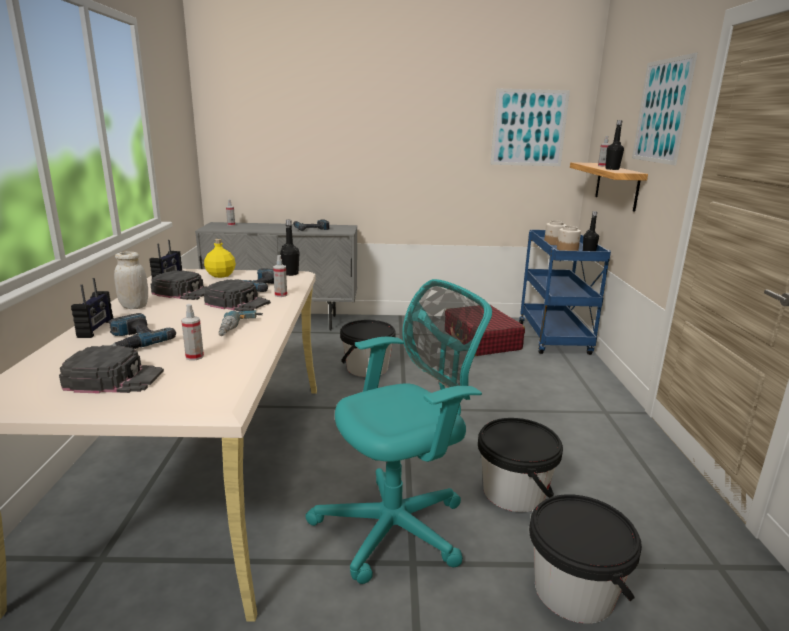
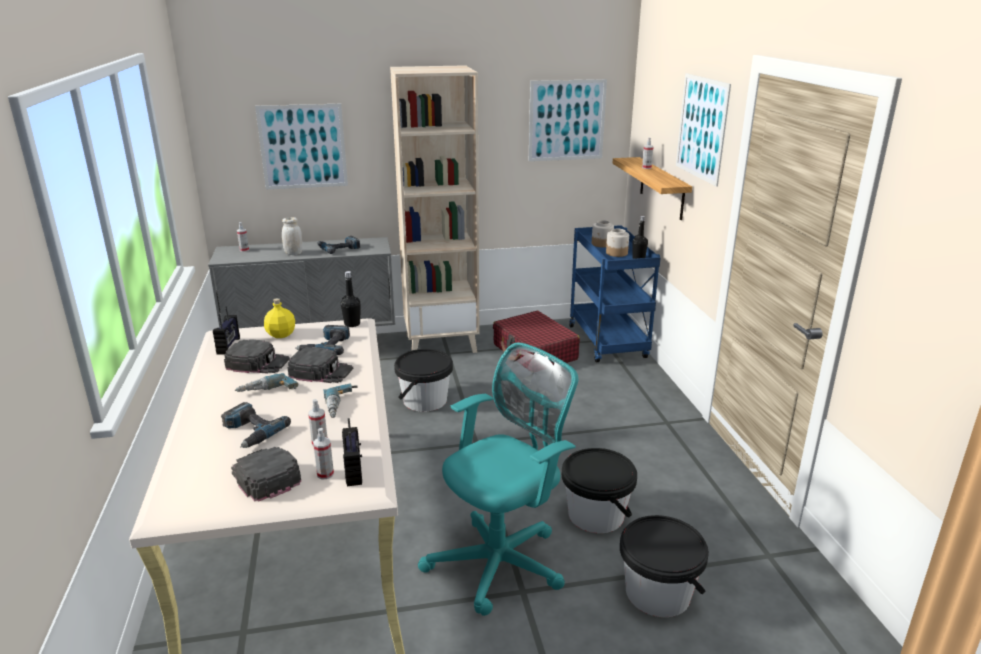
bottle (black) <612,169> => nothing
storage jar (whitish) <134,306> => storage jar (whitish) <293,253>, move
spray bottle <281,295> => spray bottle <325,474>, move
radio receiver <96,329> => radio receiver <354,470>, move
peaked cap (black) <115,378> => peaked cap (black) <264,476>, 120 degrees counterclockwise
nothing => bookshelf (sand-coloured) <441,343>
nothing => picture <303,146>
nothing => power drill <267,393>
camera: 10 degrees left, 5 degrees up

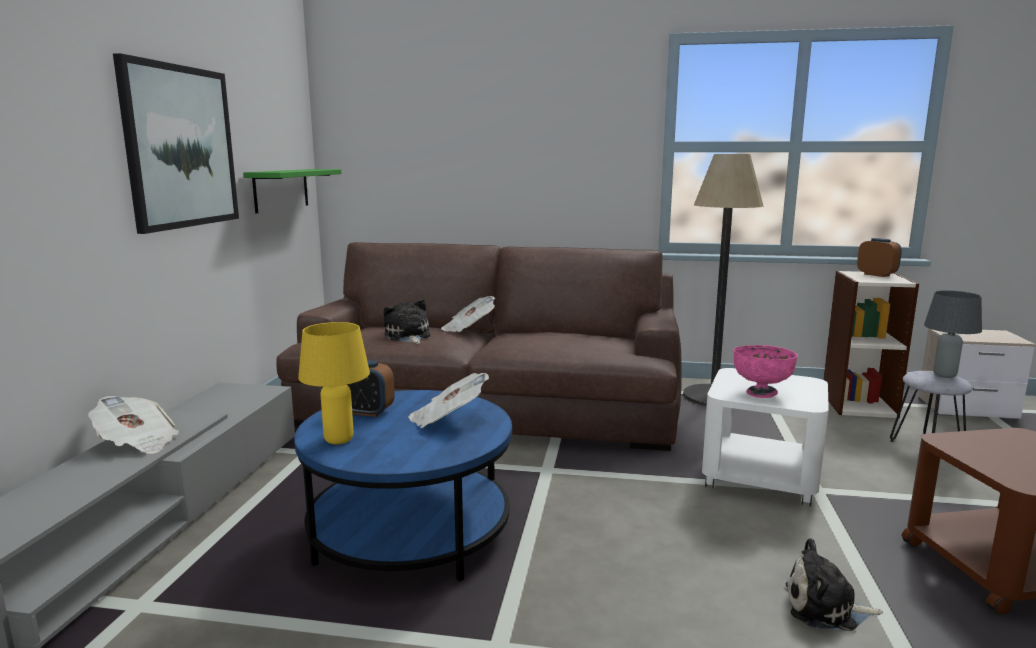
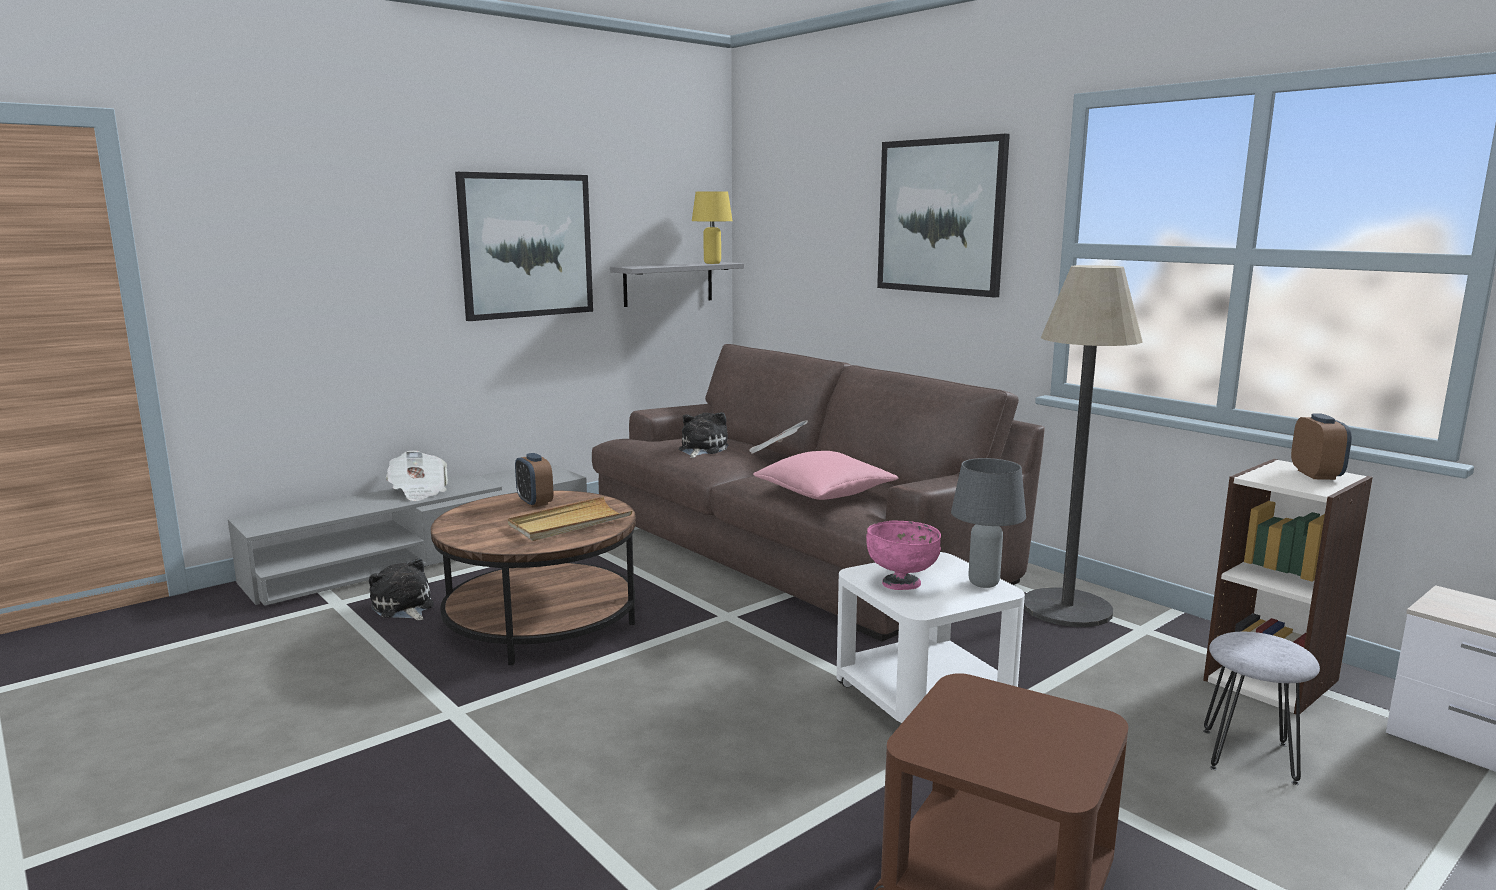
bracket shelf (green) <281,190> => bracket shelf (grey) <668,283>
table lamp (grey) <944,375> => table lamp (grey) <984,583>, move
table lamp (yellow) <338,440> => table lamp (yellow) <711,263>, move
newspaper <447,420> => carrying tray (sand-coloured) <569,523>
low table (bluish) <410,530> => low table (brown-coloured) <541,620>
plush toy <825,608> => plush toy <403,607>, move
nothing => picture <940,216>
nothing => cushion (pink) <824,493>
camera: 40 degrees right, 0 degrees up

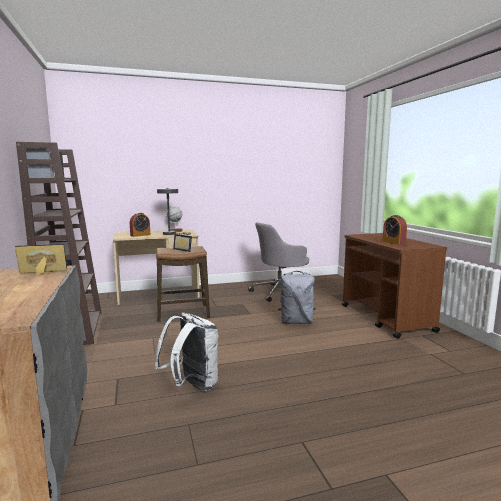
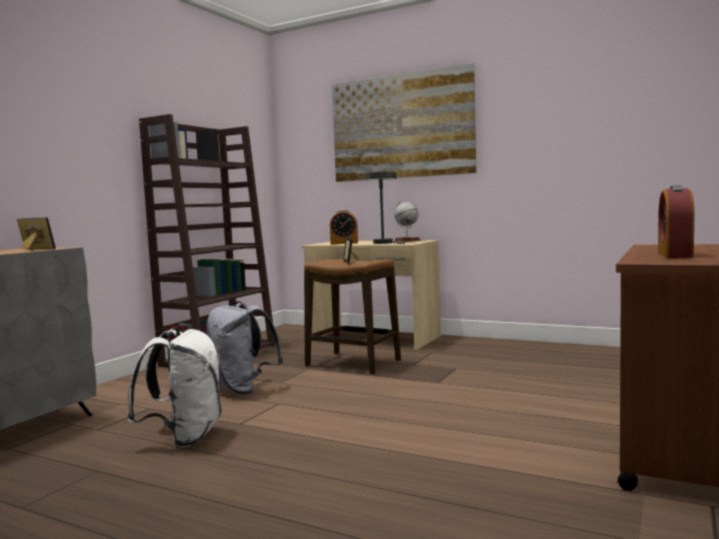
computer chair (grey) <280,293> => nothing
rucksack (grey) <296,322> => rucksack (grey) <243,389>, move
nothing => picture <401,126>
camera: 45 degrees right, 5 degrees down

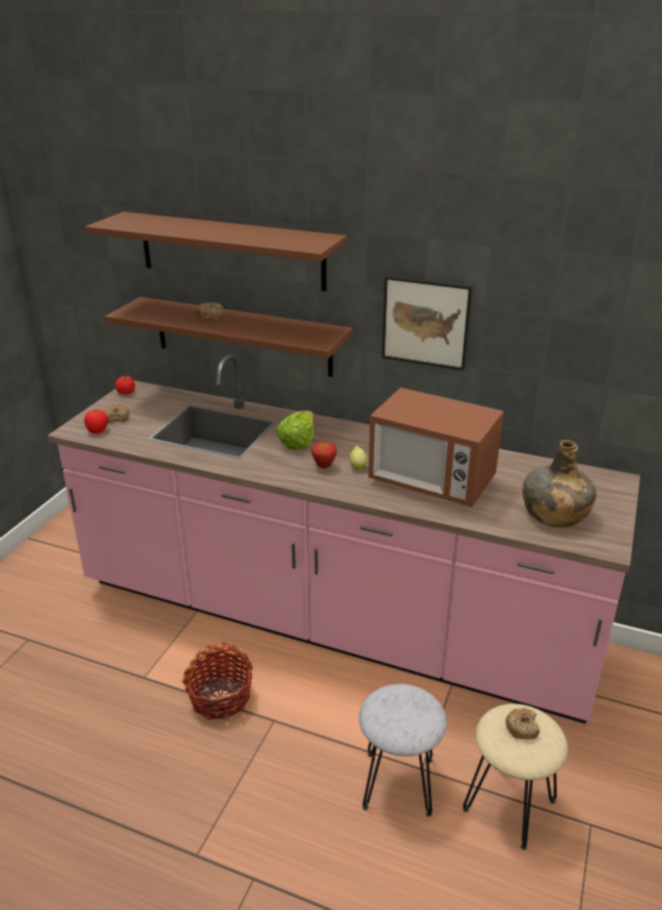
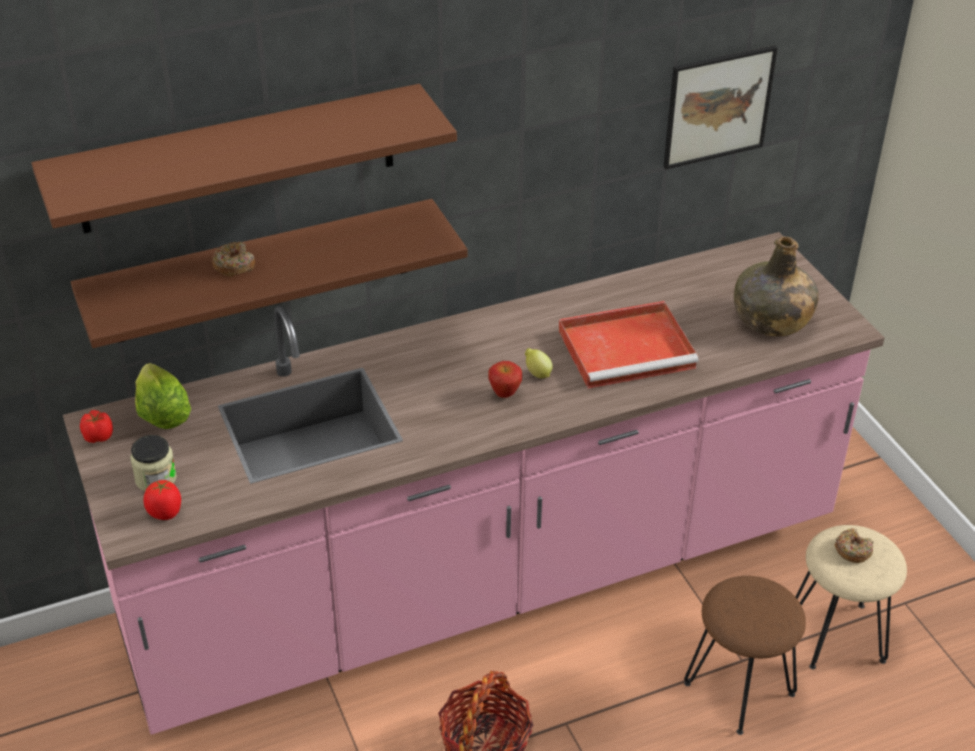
picture <425,322> => picture <718,106>, move
microwave oven <431,482> => carrying tray (red-coloured) <628,348>
doughnut <117,417> => storage jar <156,479>
head of lettuce <297,441> => head of lettuce <162,412>, move
sitting stool (grey) <398,783> => sitting stool (brown-coloured) <740,689>
camera: 45 degrees left, 10 degrees up

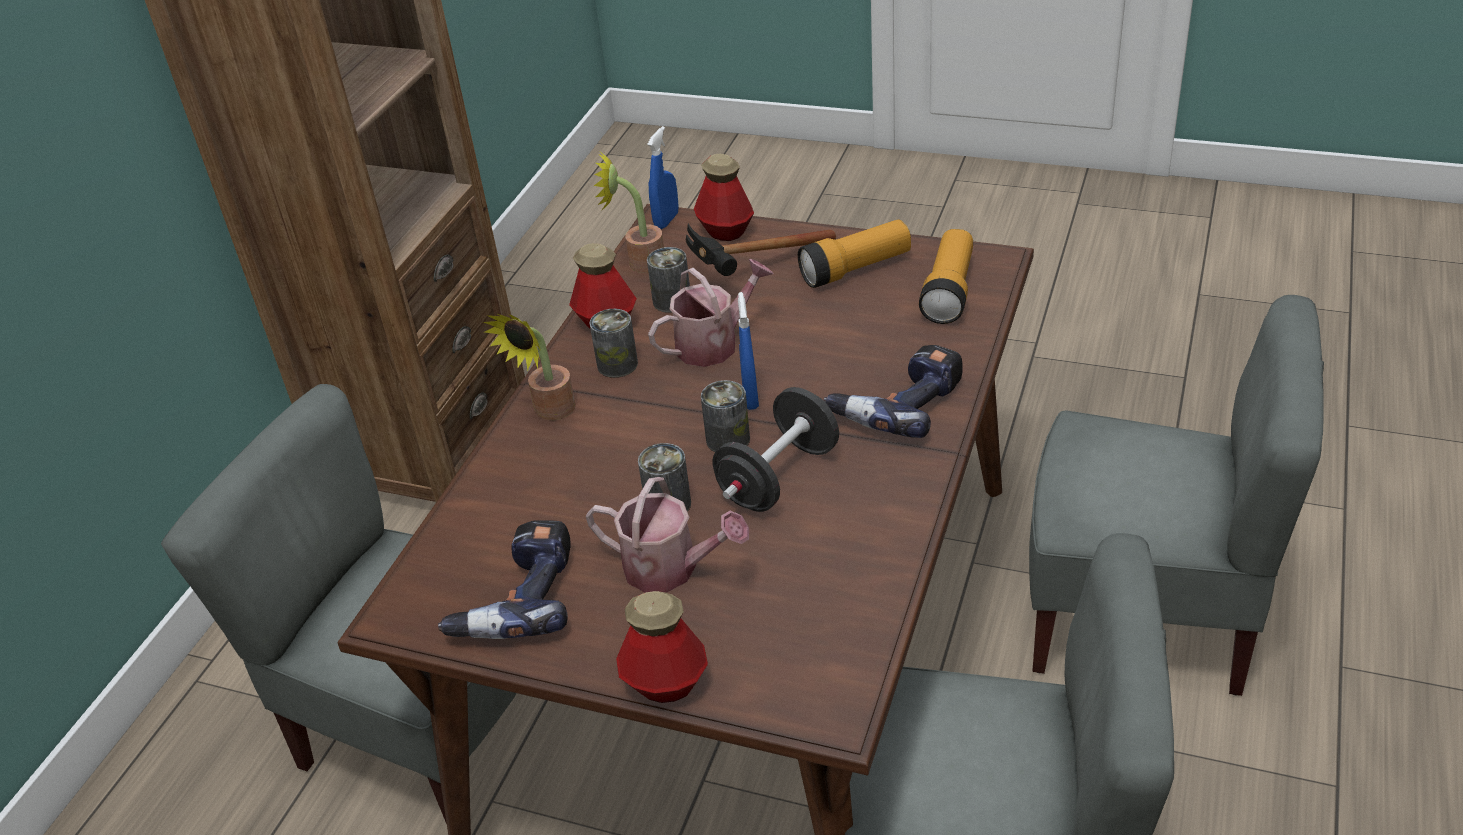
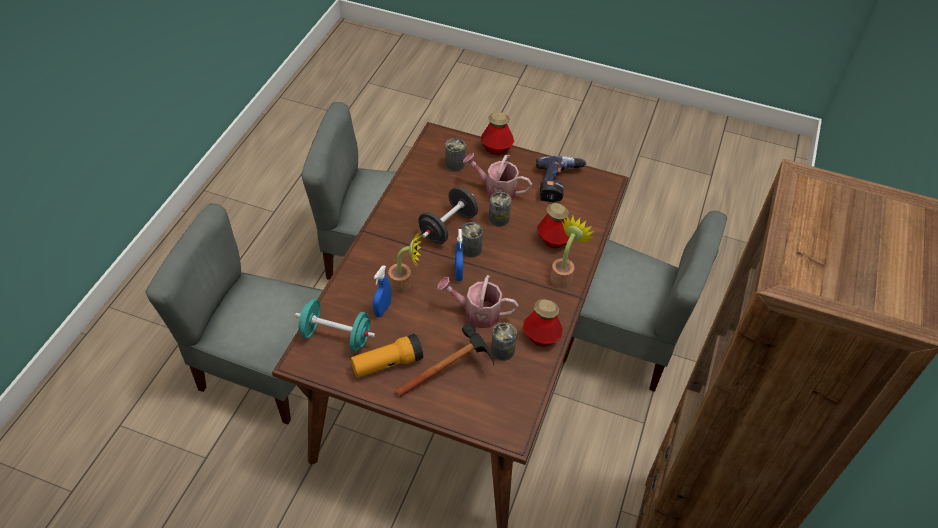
spray bottle (bluish) <666,220> => spray bottle (bluish) <382,309>, move
houseplant <639,262> => houseplant <404,285>, move
bottle <725,231> => bottle <553,240>, move
torch <949,291> => hand weight (turquoise) <336,336>
watering pot <714,343> => watering pot <477,313>, 45 degrees clockwise
can <617,364> => can <454,164>, move
power drill <898,404> => nothing
camera: 175 degrees right, 10 degrees up

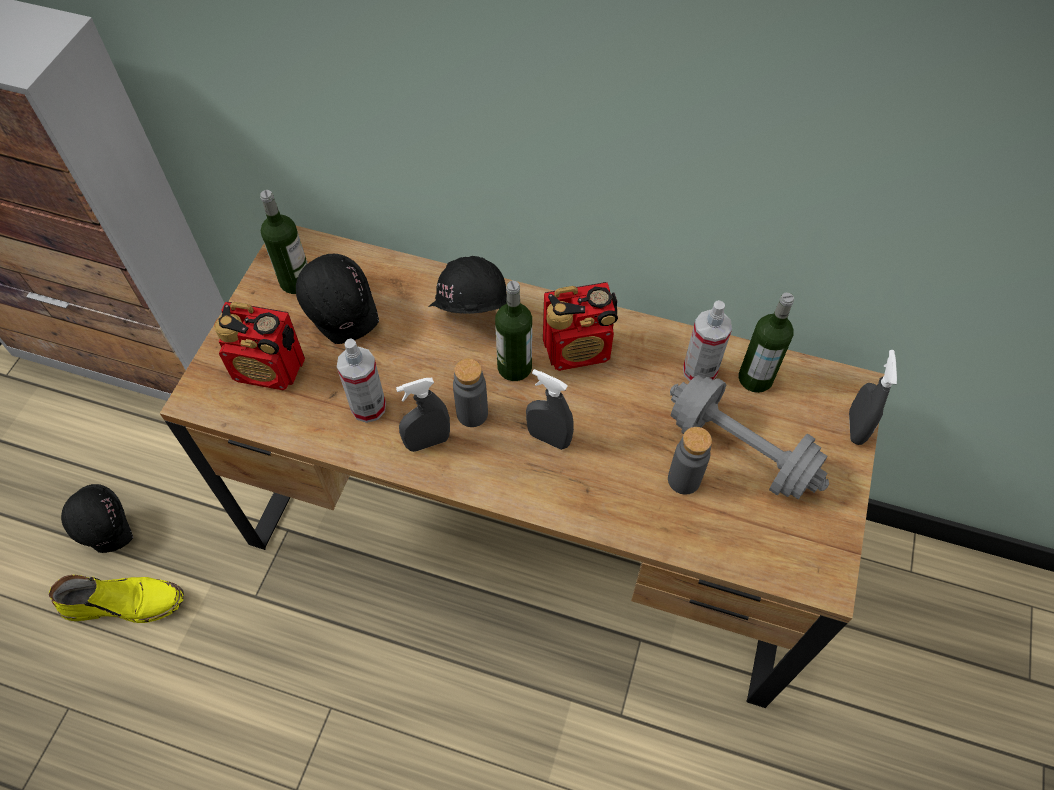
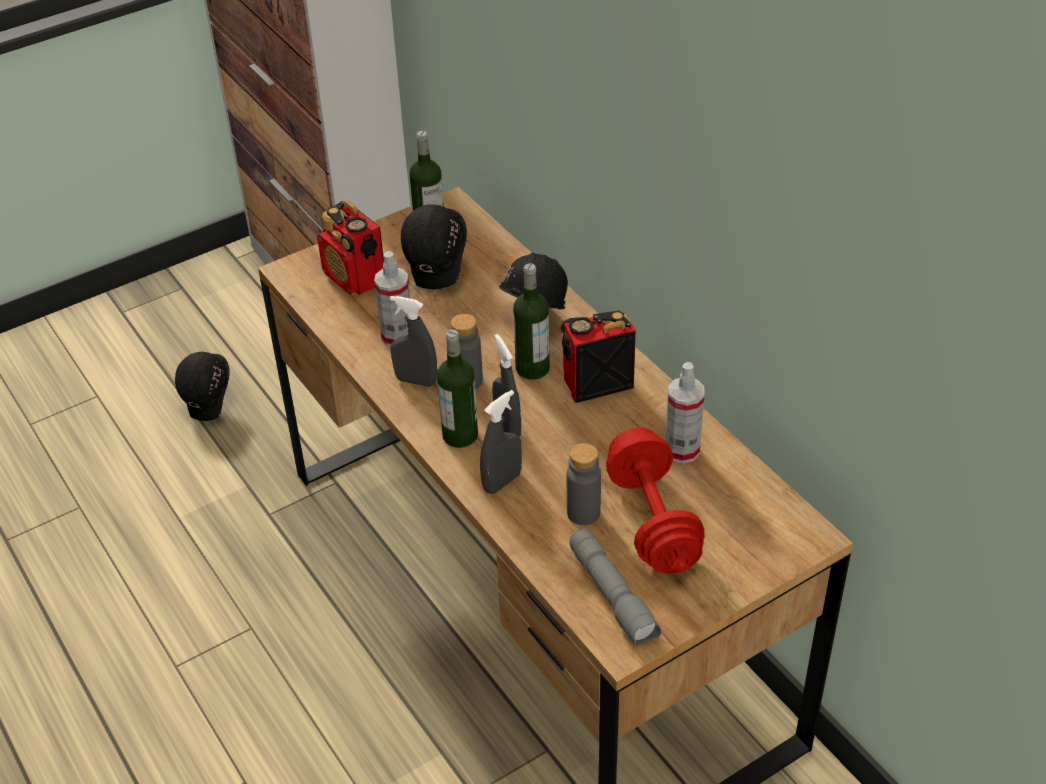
radio receiver <578,350> => radio receiver <596,383>, 135 degrees clockwise
bottle <755,378> => bottle <460,435>, move
spray bottle (grey) <855,427> => spray bottle (grey) <502,482>, move
hand weight (grey) <740,451> => hand weight (red-coloured) <652,521>
tall boot (yellow) <125,602> => nothing
nothing => torch (grey) <614,596>
camera: 40 degrees right, 15 degrees down

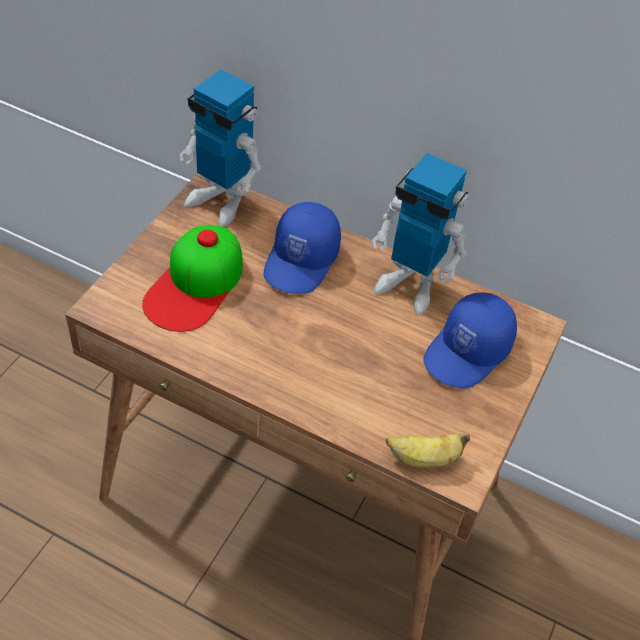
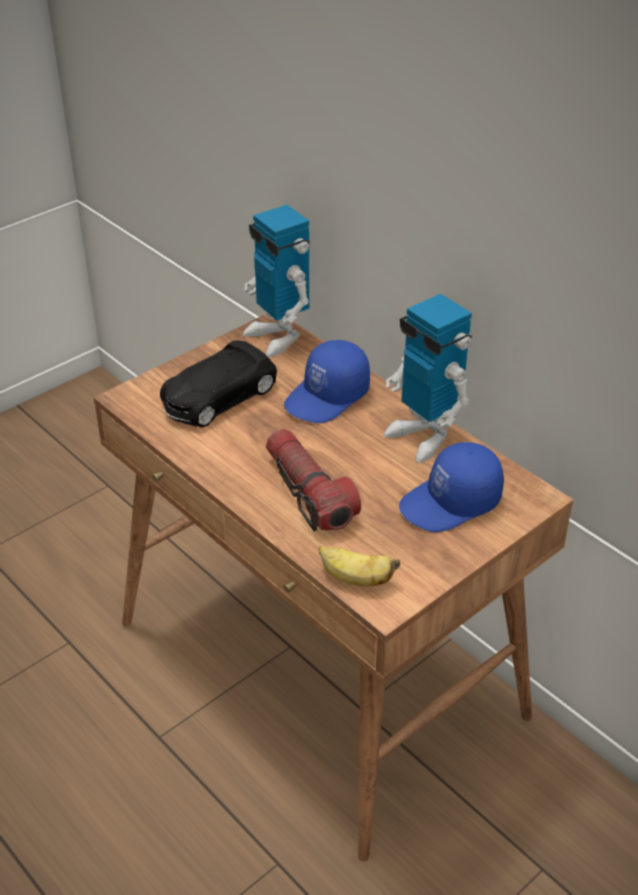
peaked cap <195,285> => toy car (black) <218,397>
nothing => torch <309,492>
camera: 25 degrees right, 10 degrees down

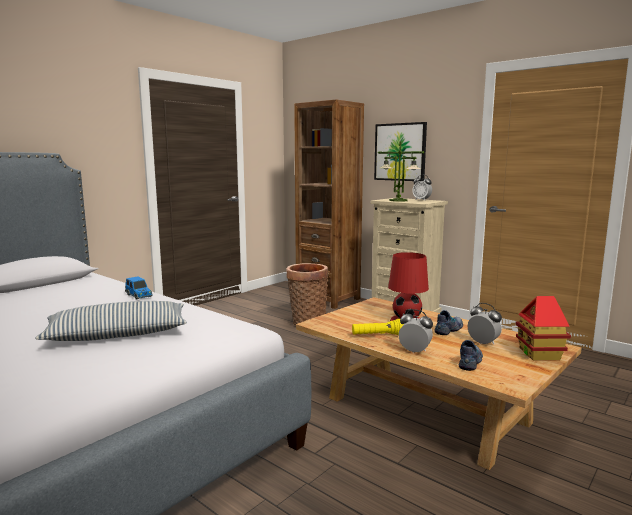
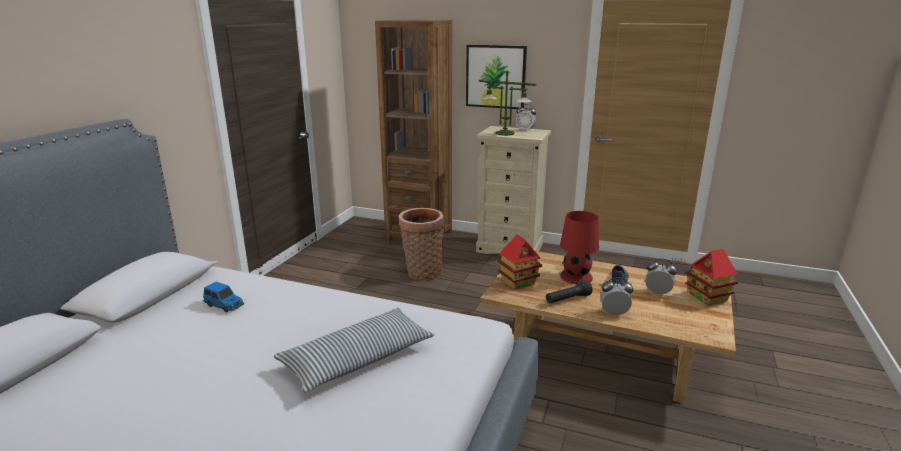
toy car <139,296> => toy car <225,305>, move
torch (yellow) <378,335> => torch (black) <567,299>
item of footwear <470,361> => nothing
nothing => model house <518,282>
camera: 20 degrees left, 10 degrees up

